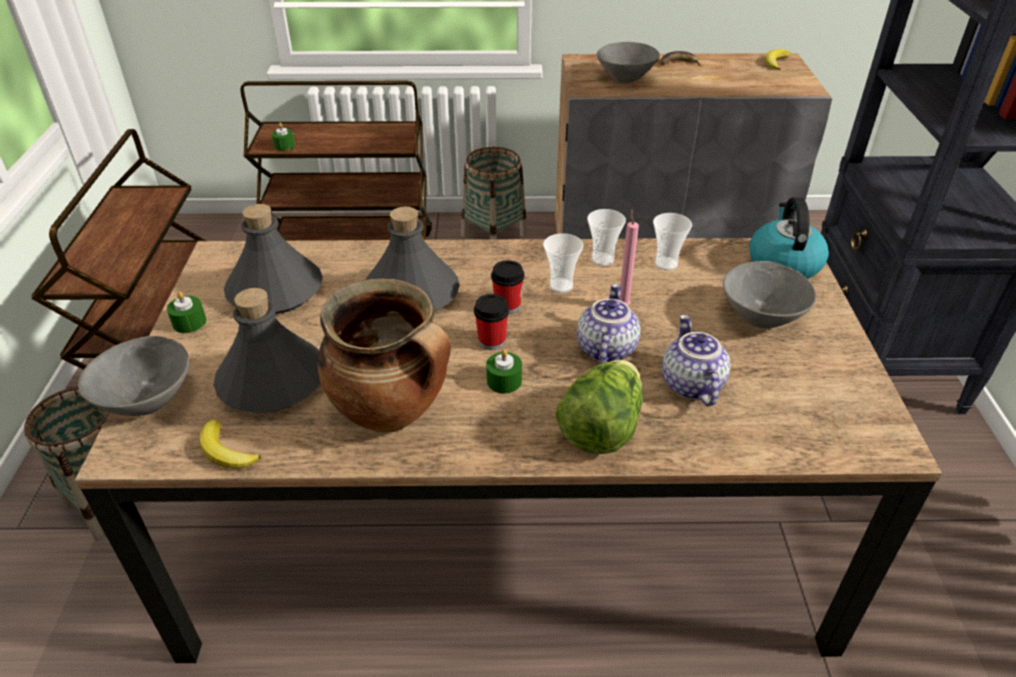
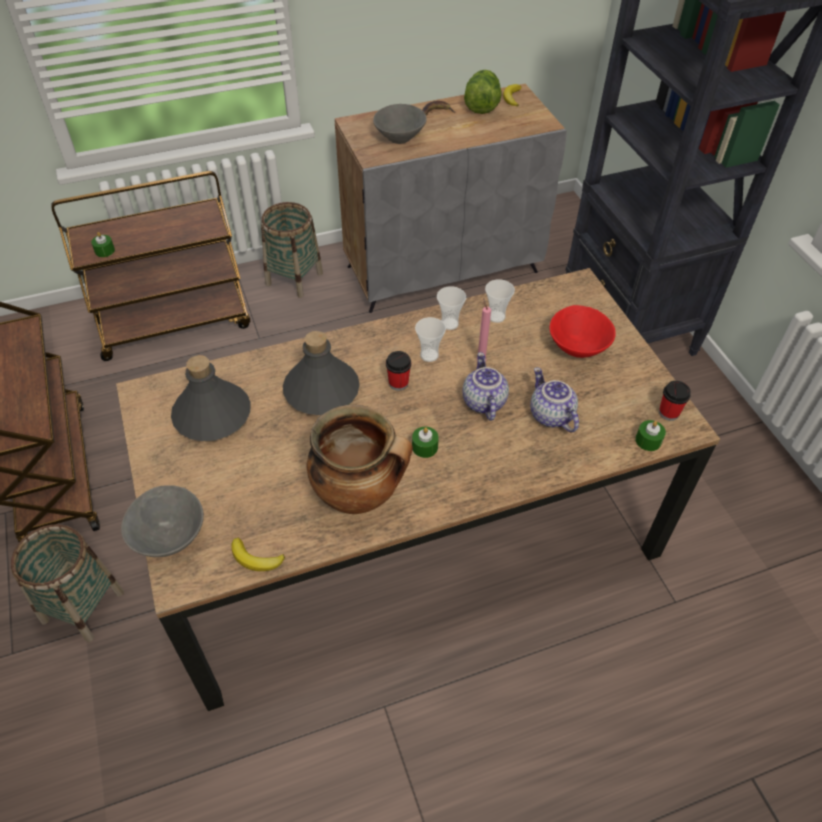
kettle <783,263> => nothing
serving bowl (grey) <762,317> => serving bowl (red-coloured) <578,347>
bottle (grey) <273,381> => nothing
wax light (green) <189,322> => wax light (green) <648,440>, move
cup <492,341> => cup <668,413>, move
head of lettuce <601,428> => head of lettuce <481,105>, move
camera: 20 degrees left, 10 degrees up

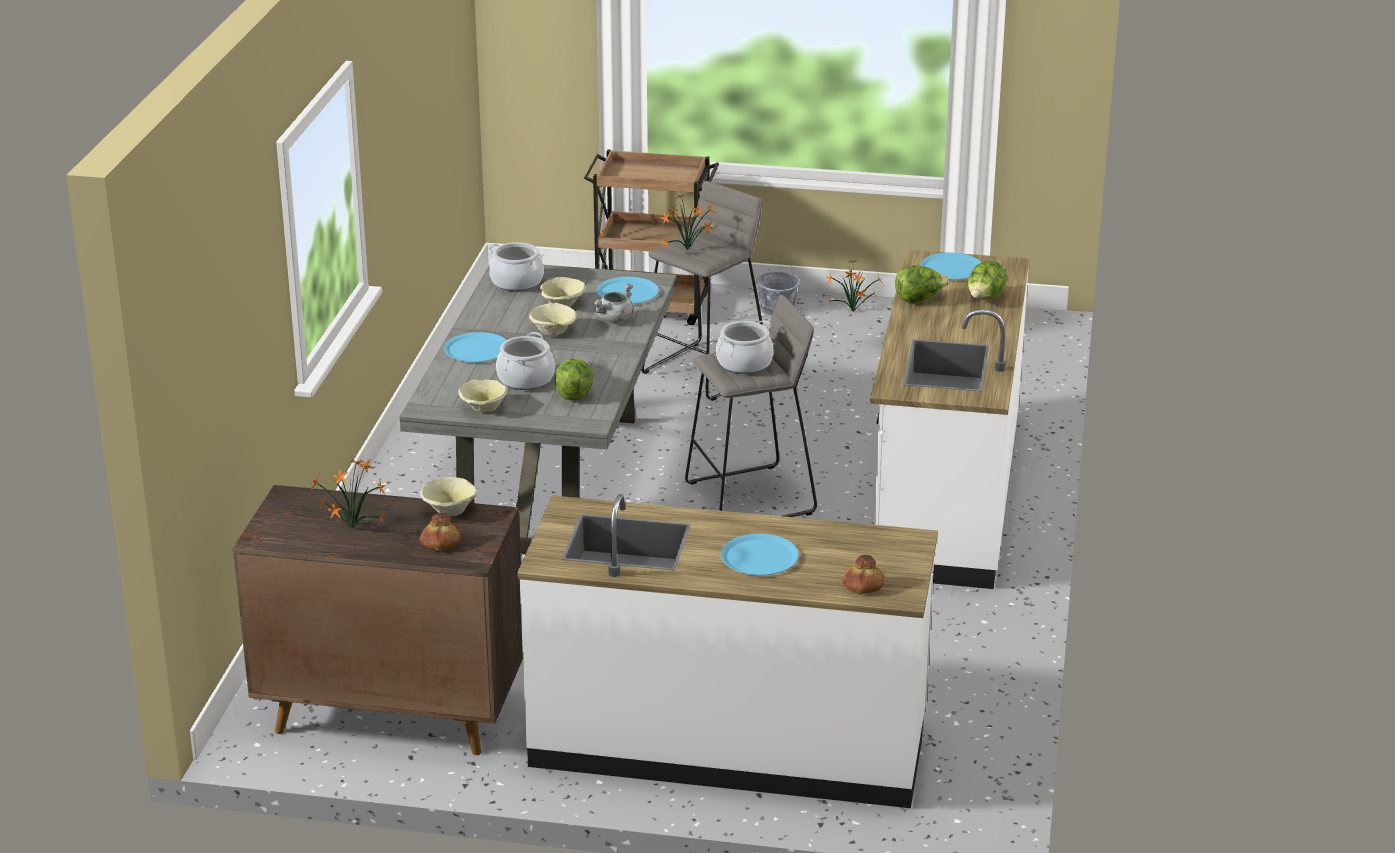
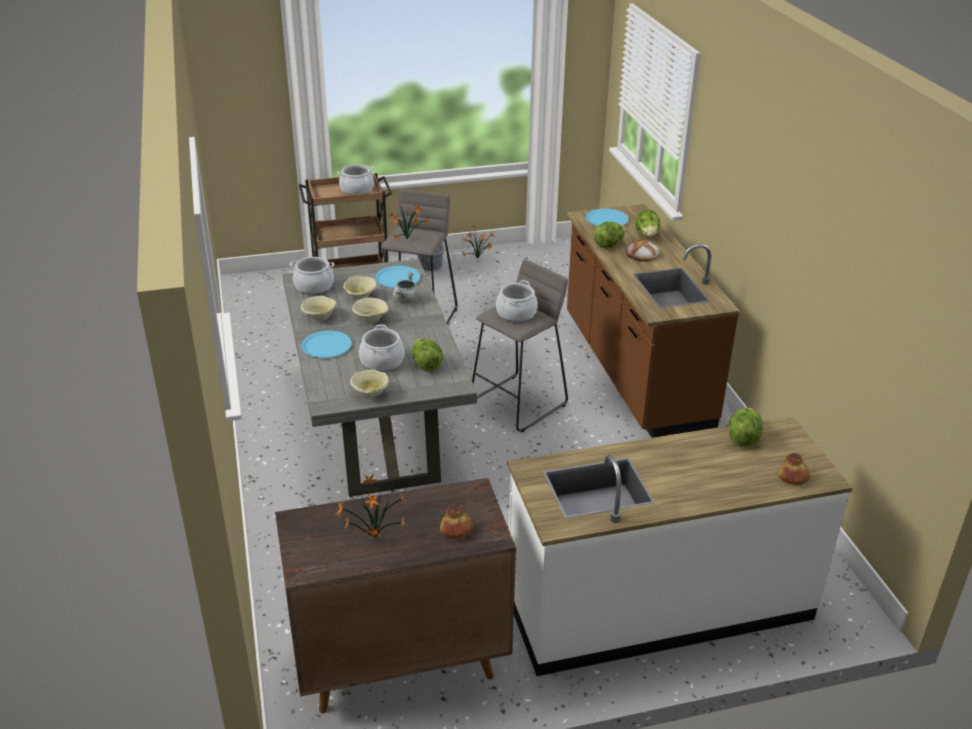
counter (whitish) <944,497> => counter (brown-coloured) <634,372>
serving bowl (sand-coloured) <450,510> => serving bowl (sand-coloured) <320,316>, move
flat dish (bluish) <759,557> => nothing
nothing => stockpot <357,190>
nothing => baked bread <642,254>
nothing => head of lettuce <743,438>
camera: 25 degrees left, 5 degrees up

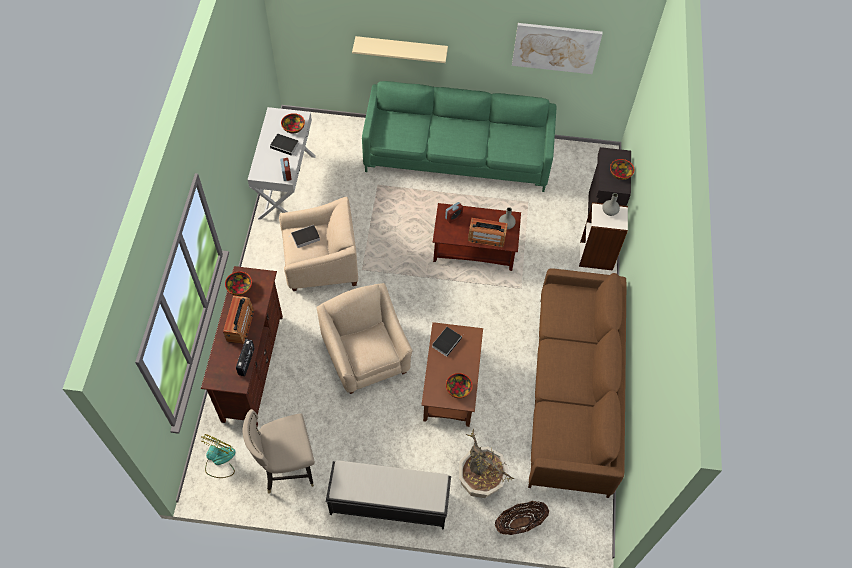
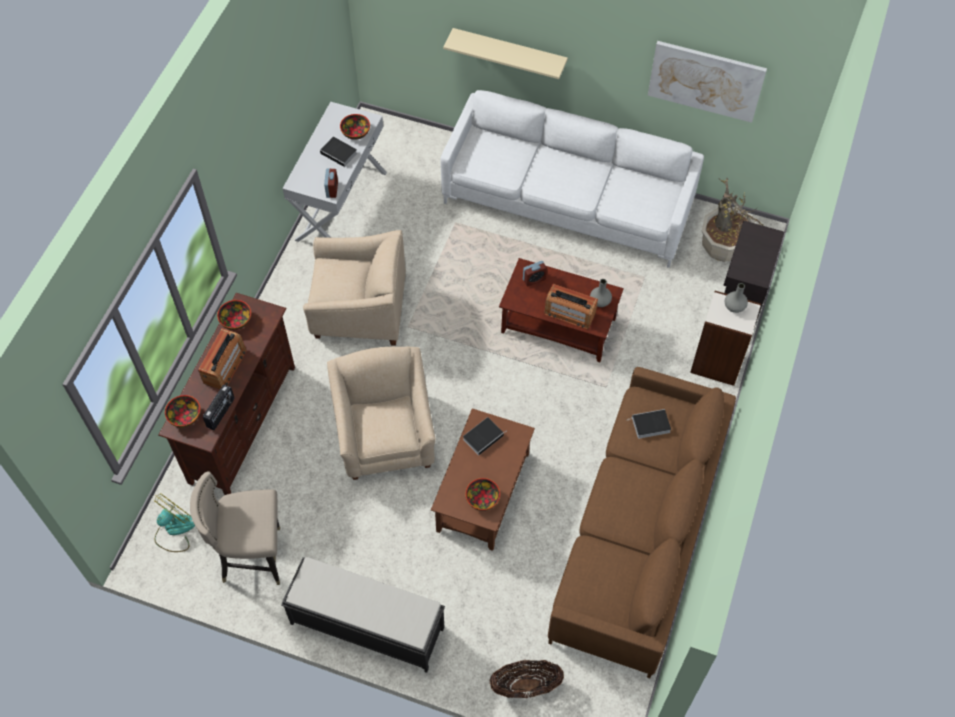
sofa (green) <457,156> => sofa (whitish) <567,202>
serving bowl <620,173> => serving bowl <184,416>, move
book <305,238> => book <649,425>, move
houseplant <481,481> => houseplant <723,248>, move
camera: 15 degrees right, 0 degrees up

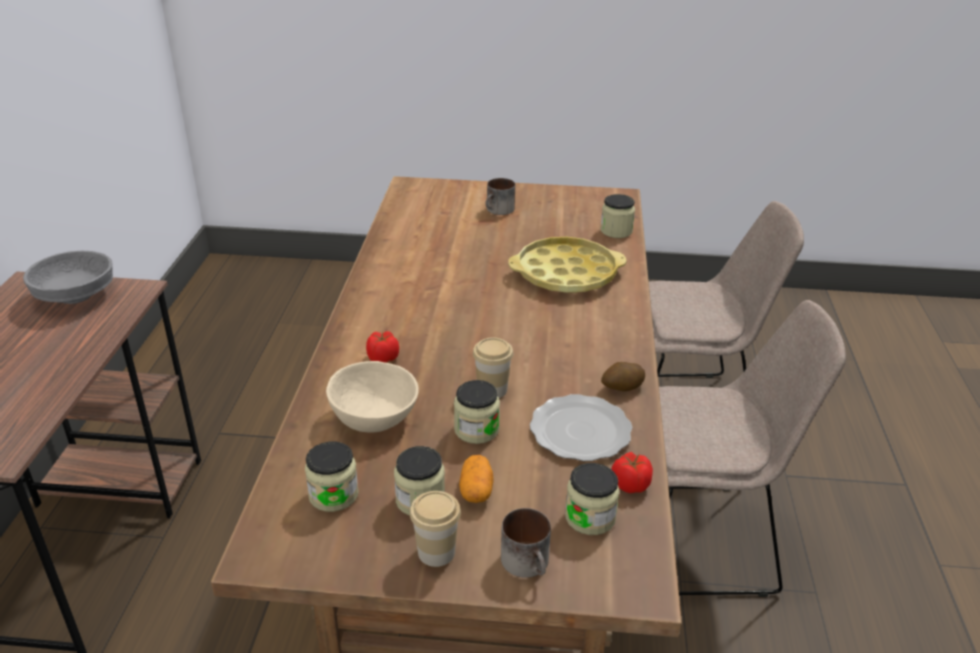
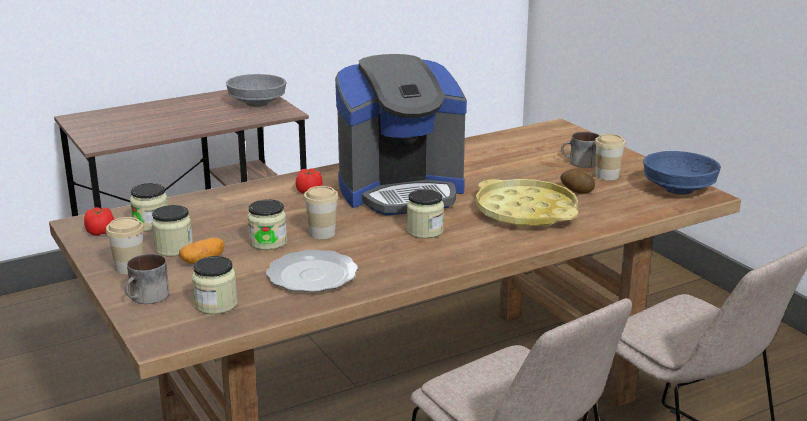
storage jar <616,231> => storage jar <425,231>, move
serving bowl (sand-coloured) <372,417> => nothing
spud <622,388> => spud <576,191>, move
whole tomato <630,484> => whole tomato <100,232>, move
nothing => coffee maker <401,191>
nothing => cup <607,176>
nothing => serving bowl (bluish) <679,190>
camera: 55 degrees right, 10 degrees down

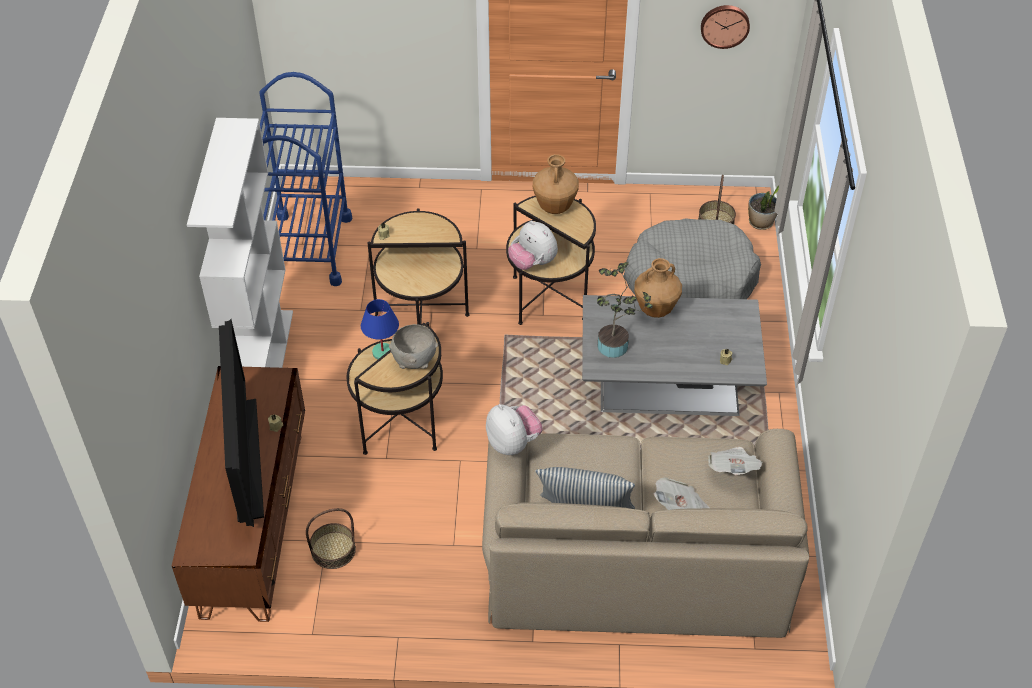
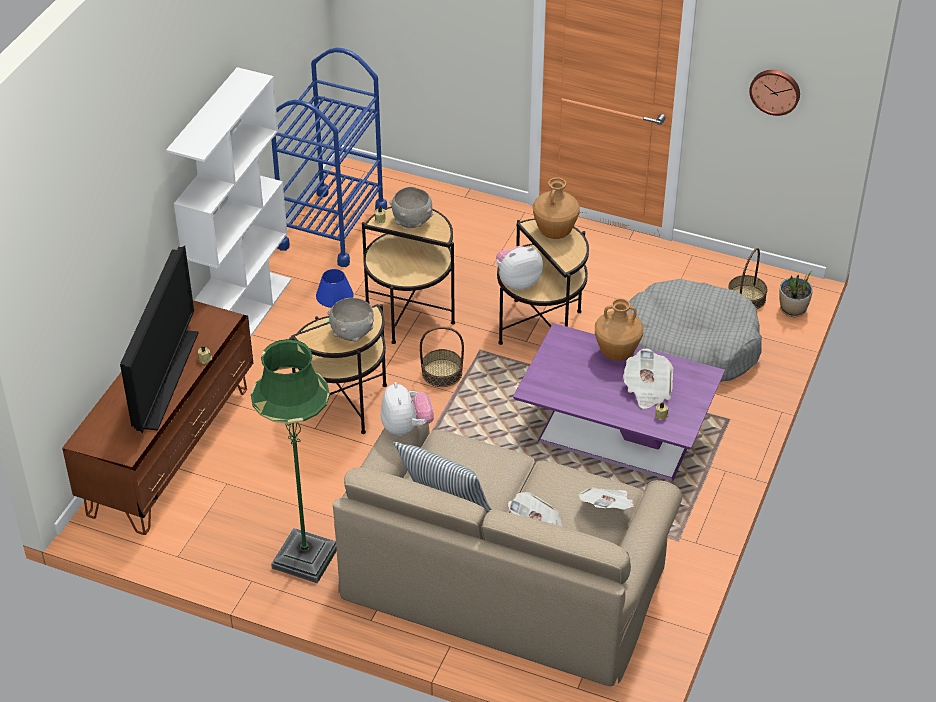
plush toy <533,263> => plush toy <518,282>, 90 degrees clockwise
houseplant <616,346> => nothing
low table (grey) <665,384> => low table (purple) <614,434>
basket <333,550> => basket <442,373>, move
nothing => serving bowl (grey) <412,222>
nothing => standing lamp (green) <305,557>
nothing => newspaper <647,389>
camera: 20 degrees right, 5 degrees down

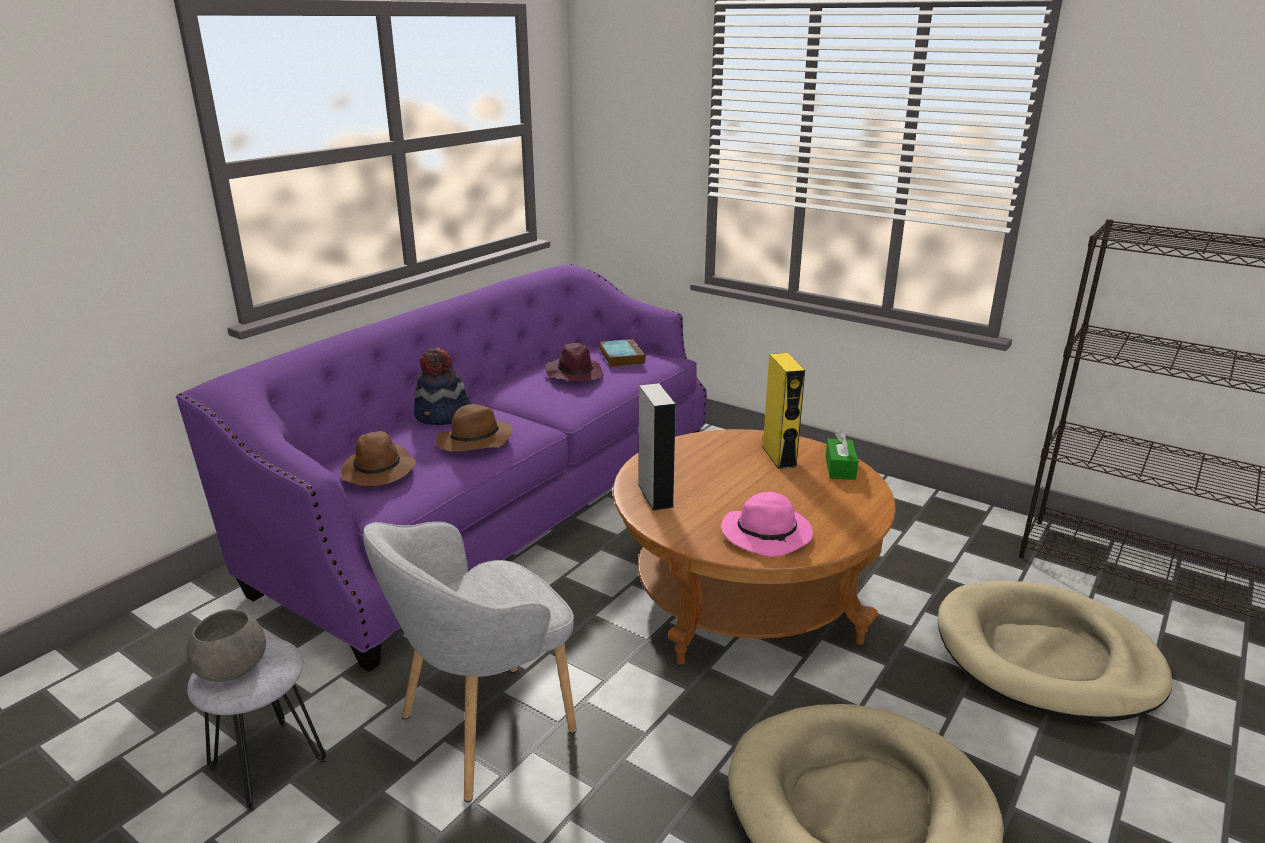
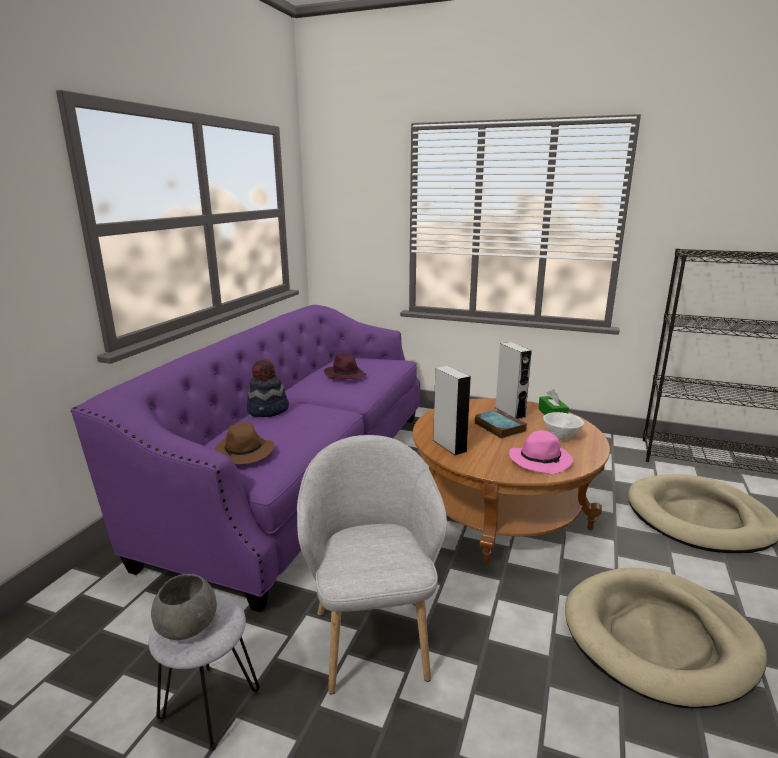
book <621,357> => book <498,427>, move
loudspeaker (yellow) <779,456> => loudspeaker (grey) <510,412>
hat (brown-coloured) <474,442> => nothing
armchair (grey) <483,729> => armchair (grey) <373,638>, 135 degrees clockwise
nothing => serving bowl (whitish) <562,436>
camera: 15 degrees left, 5 degrees down

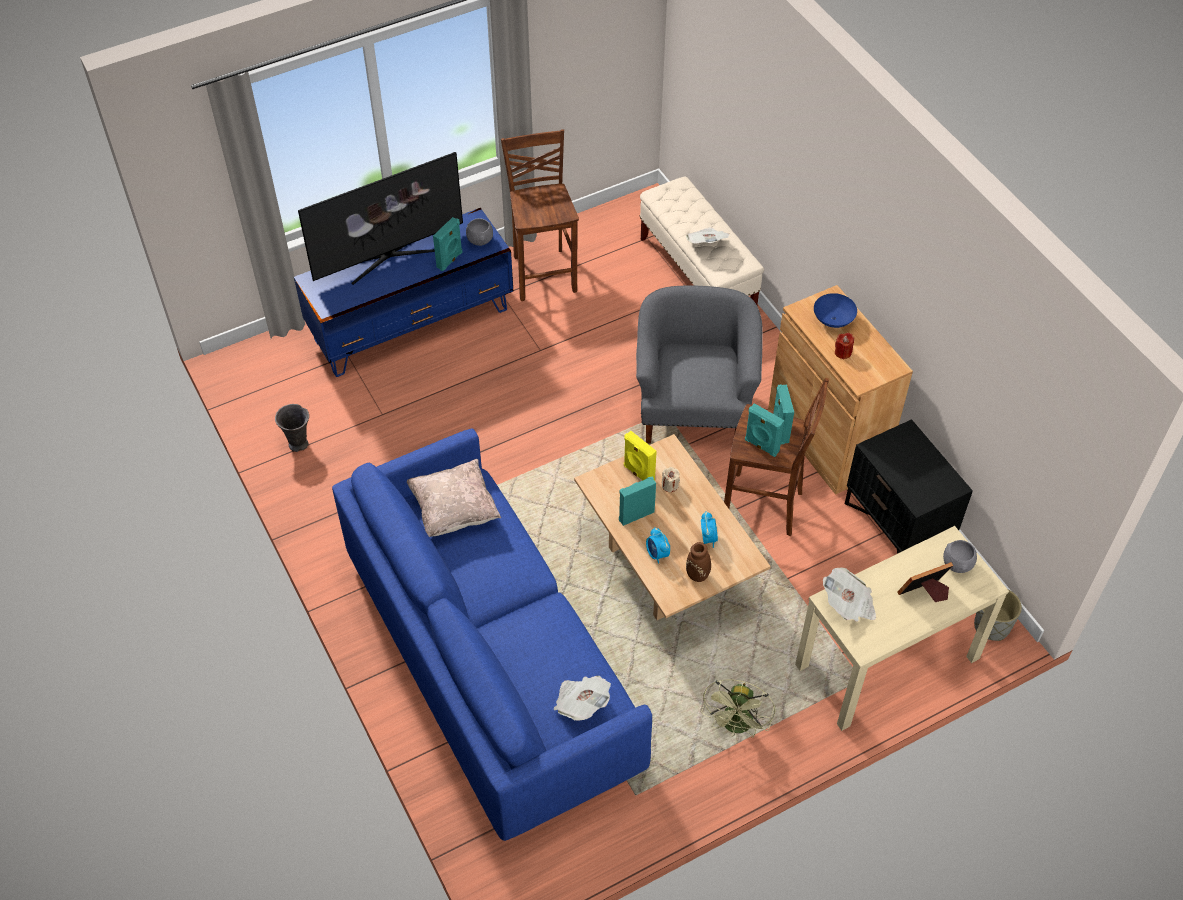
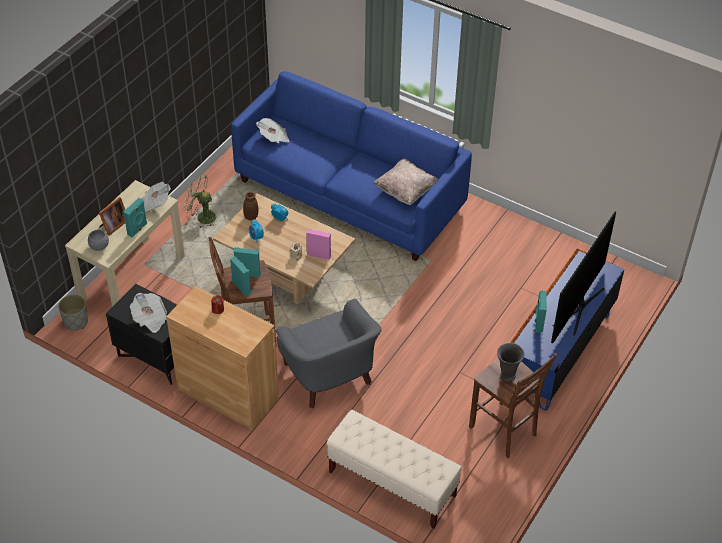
serving bowl (grey) <480,241> => nothing
newspaper <706,244> => newspaper <150,319>, move
serving bowl (bluish) <833,319> => nothing
decorative vase (grey) <299,445> => decorative vase (grey) <507,375>, move
loudspeaker (yellow) <638,473> => loudspeaker (pink) <319,255>
loudspeaker (turquoise) <636,515> => loudspeaker (turquoise) <138,229>, move
electric fan (green) <737,726> => electric fan (green) <202,217>, 60 degrees counterclockwise
camera: 150 degrees right, 5 degrees down

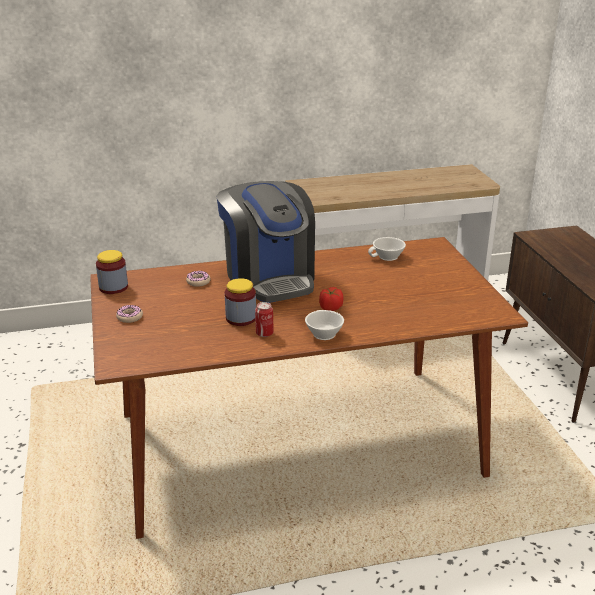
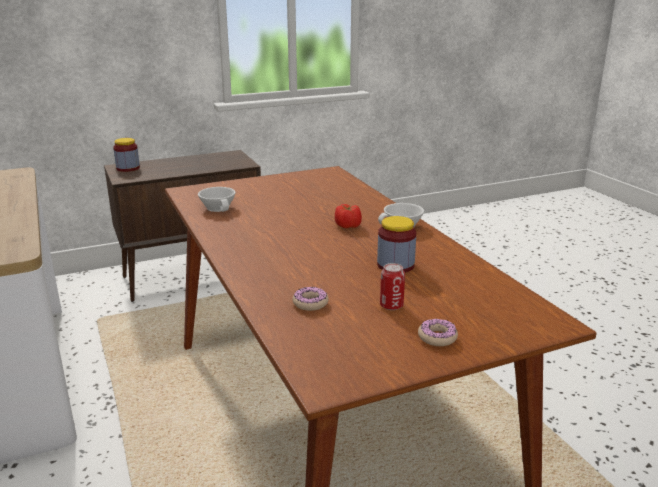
coffee maker <269,278> => nothing
storage jar <113,287> => storage jar <128,168>, move
can <264,333> => can <391,306>, move
camera: 100 degrees left, 5 degrees down

